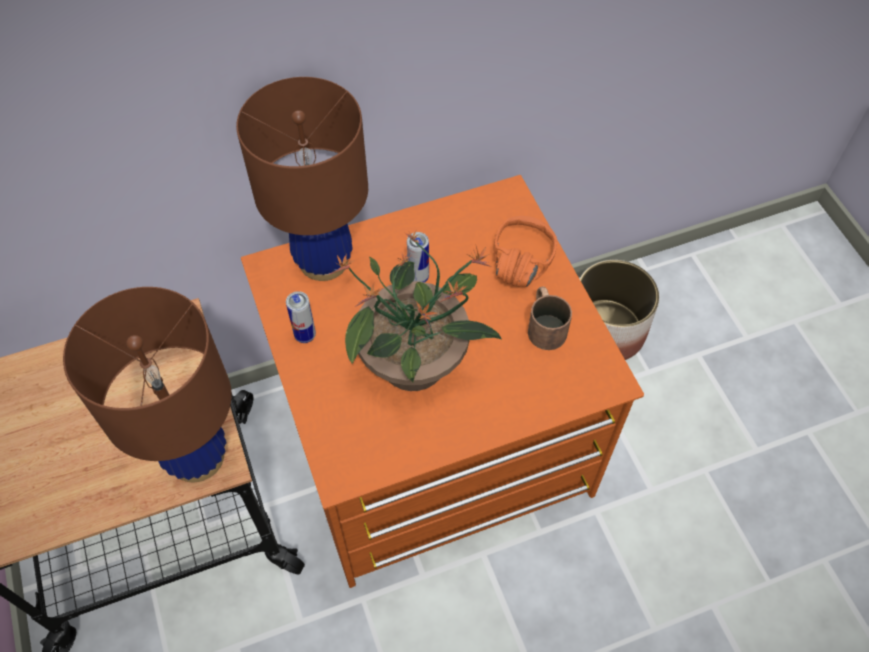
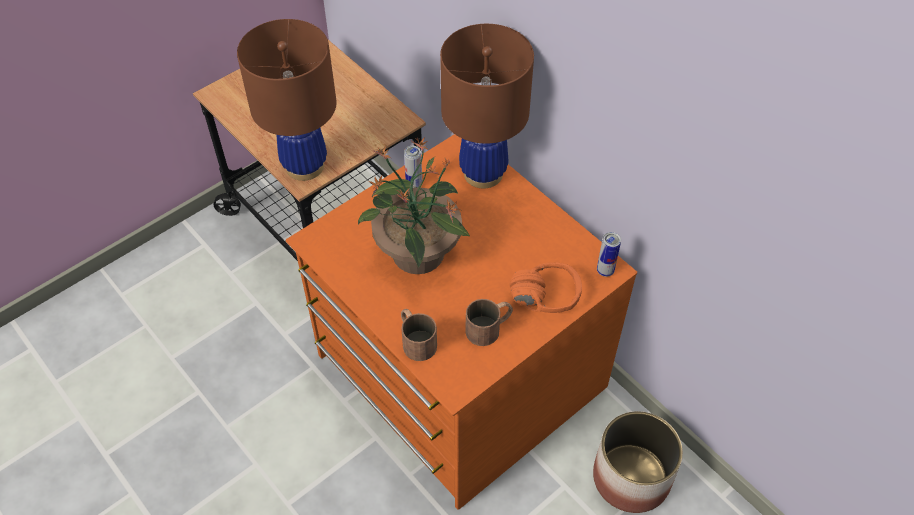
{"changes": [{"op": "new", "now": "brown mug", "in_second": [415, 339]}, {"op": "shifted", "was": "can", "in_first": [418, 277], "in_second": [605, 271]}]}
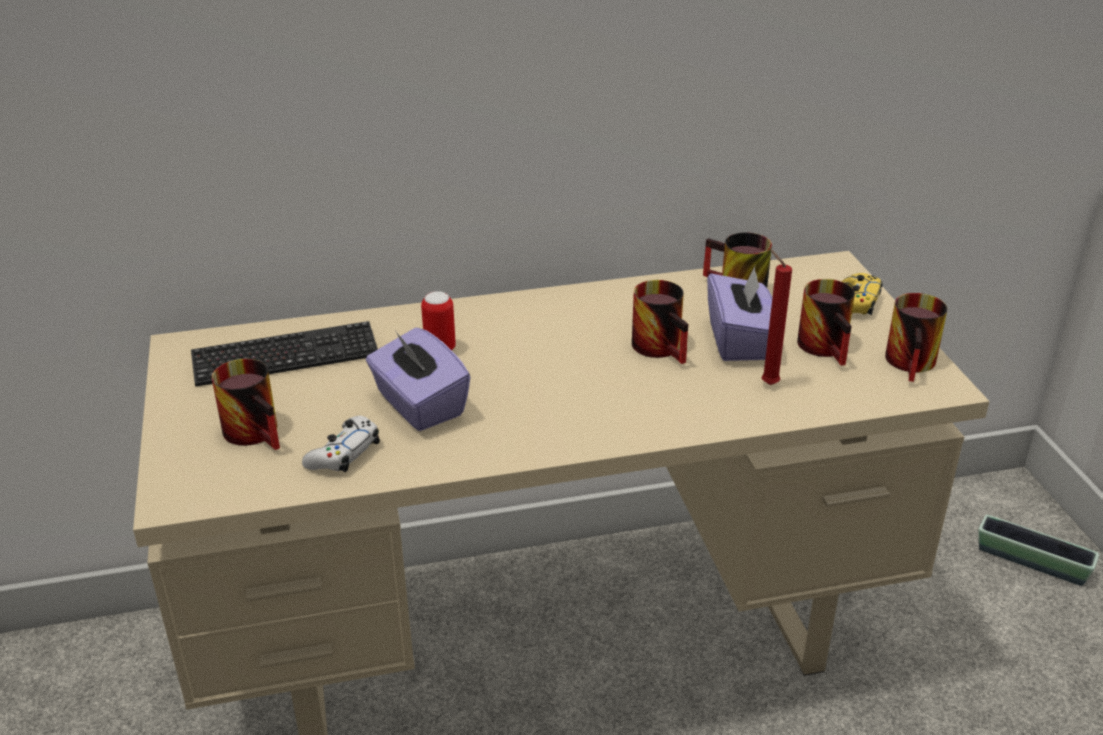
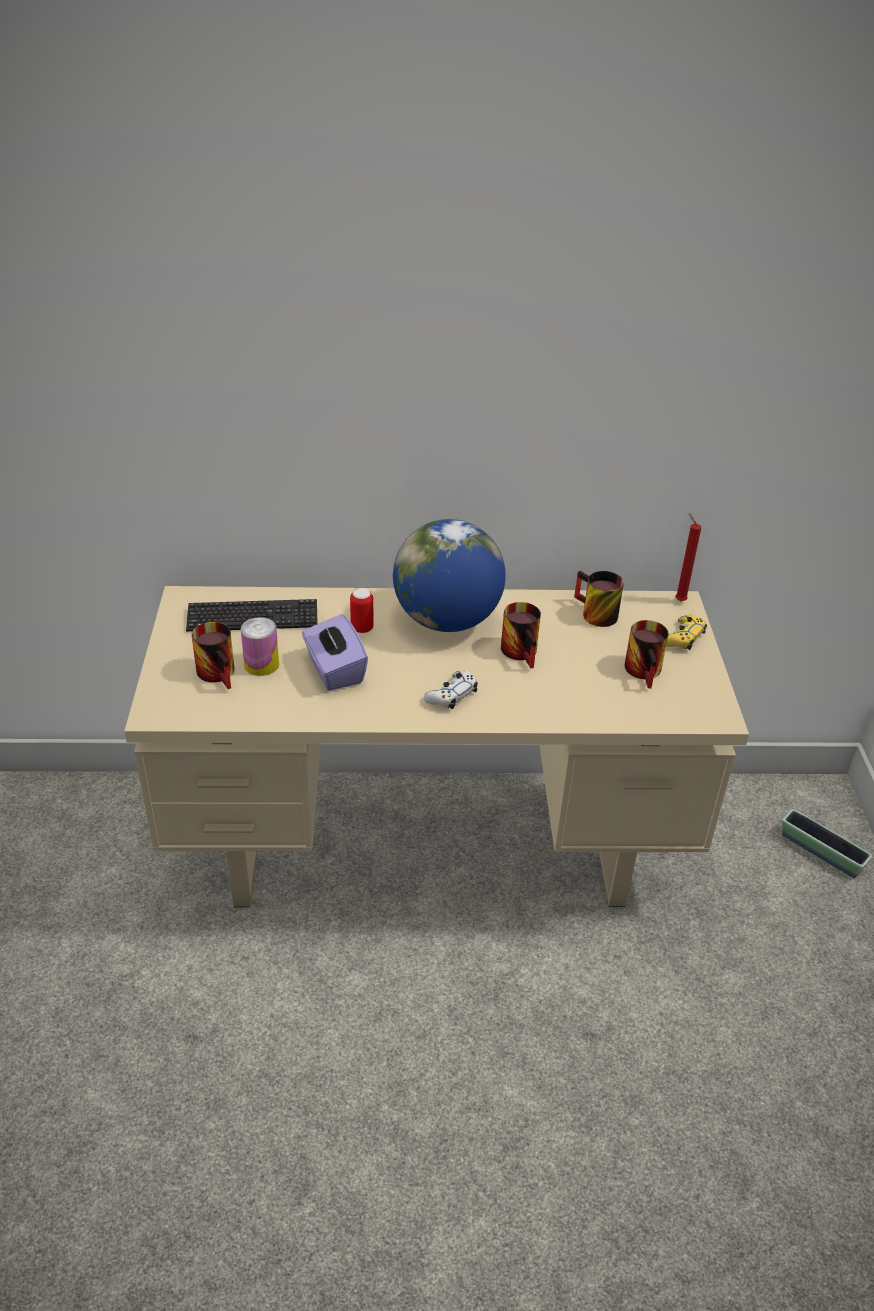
{"changes": [{"op": "new", "now": "can", "in_second": [261, 664]}, {"op": "new", "now": "globe", "in_second": [447, 620]}, {"op": "shifted", "was": "white game controller", "in_first": [344, 453], "in_second": [452, 695]}, {"op": "shifted", "was": "red candle", "in_first": [767, 383], "in_second": [678, 600]}, {"op": "gone", "was": "purple tissue box", "in_first": [740, 341]}, {"op": "gone", "was": "mug", "in_first": [915, 364]}]}
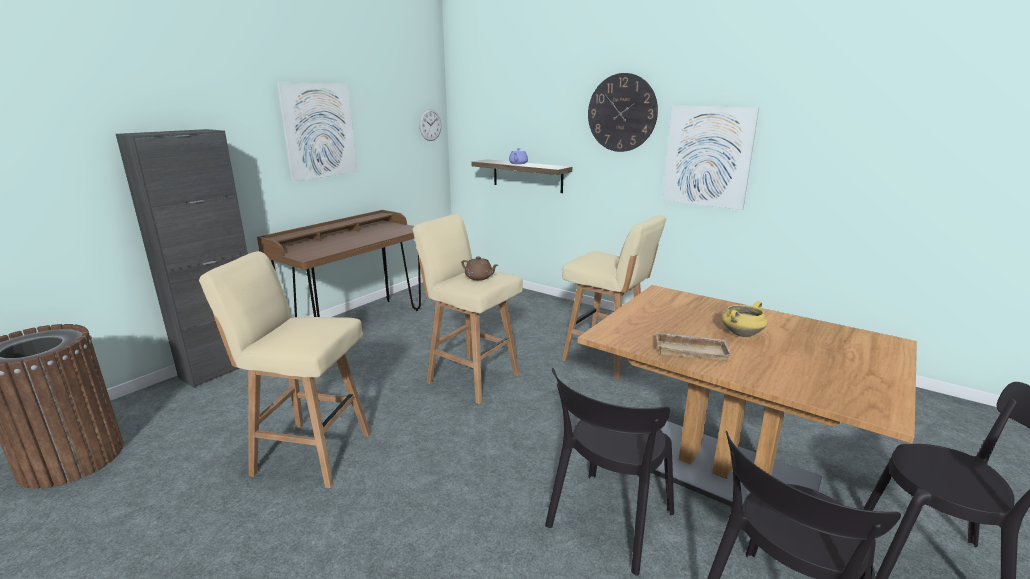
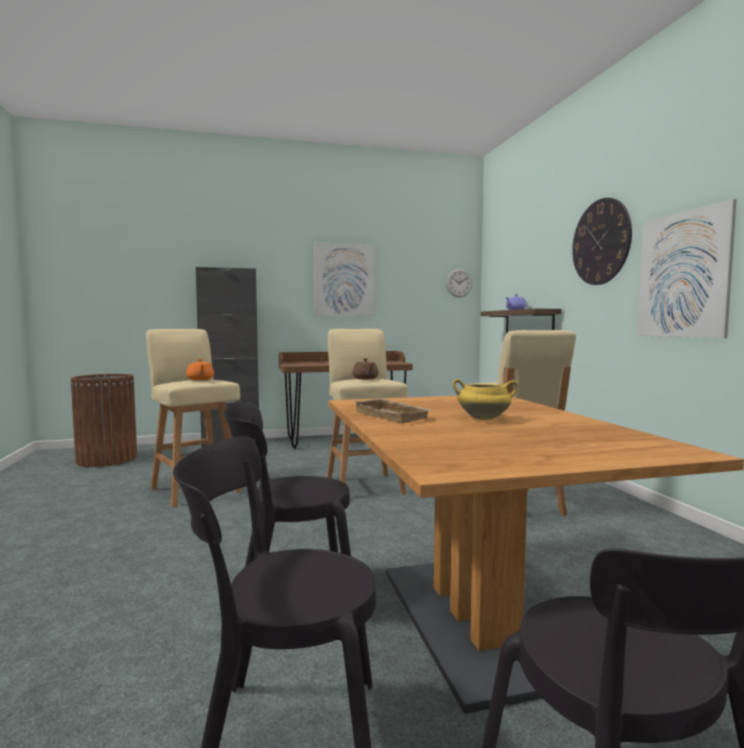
{"changes": [{"op": "new", "now": "orange teapot", "in_second": [200, 379]}]}
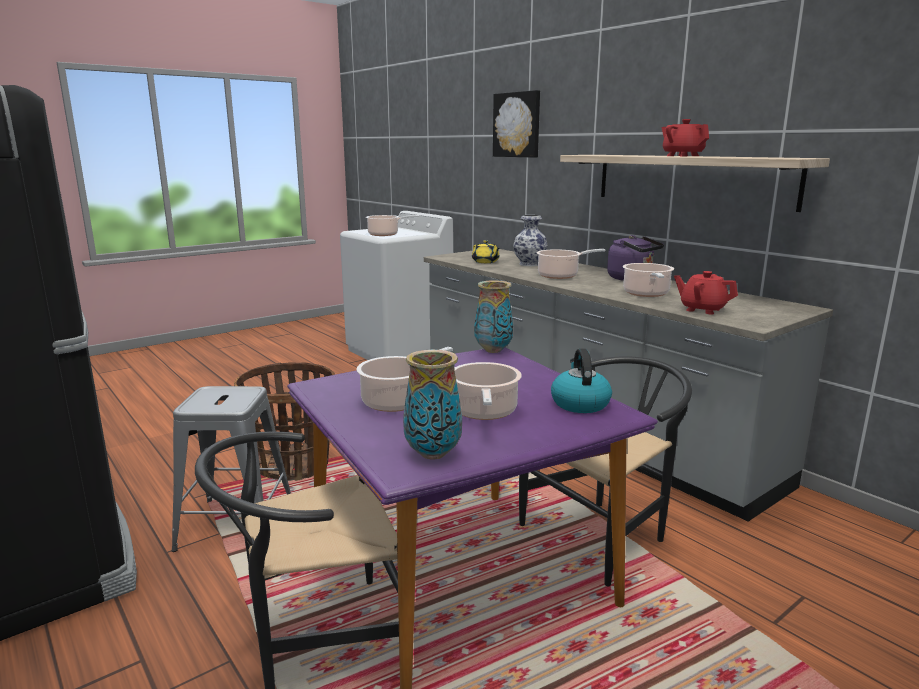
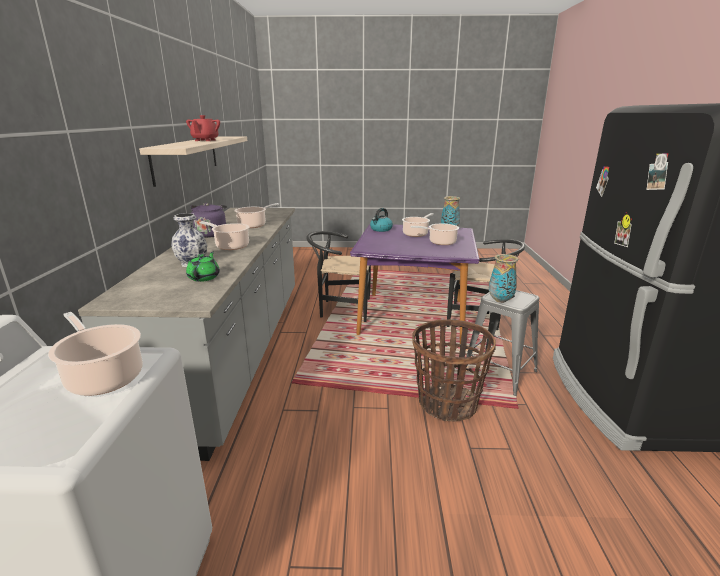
{"changes": [{"op": "repainted", "was": "yellow teapot", "now": "green teapot", "in_first": [485, 262], "in_second": [204, 277]}, {"op": "shifted", "was": "vase", "in_first": [493, 350], "in_second": [500, 300]}, {"op": "gone", "was": "picture", "in_first": [517, 125]}, {"op": "gone", "was": "red teapot", "in_first": [702, 310]}]}
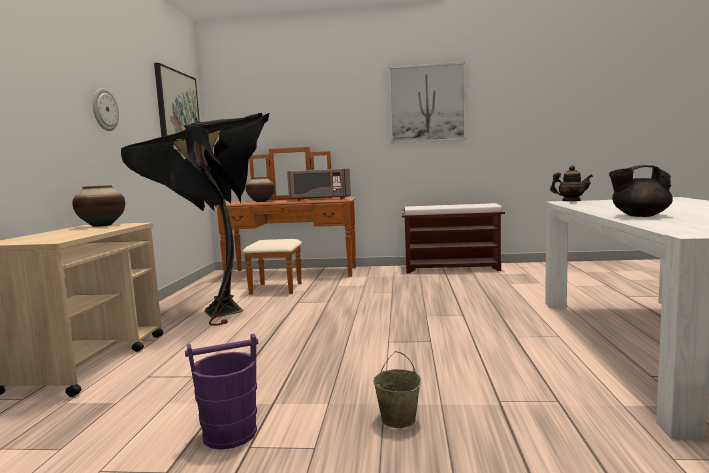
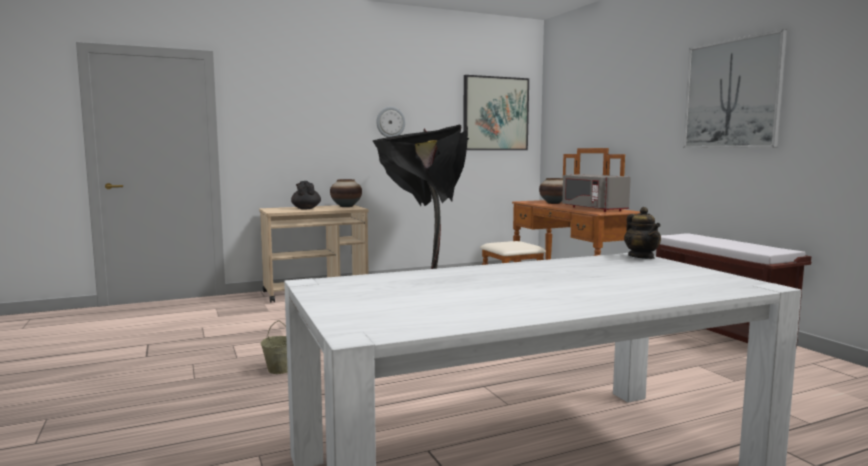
{"changes": [{"op": "shifted", "was": "black teapot", "in_first": [639, 216], "in_second": [306, 209]}, {"op": "gone", "was": "purple bucket", "in_first": [229, 434]}]}
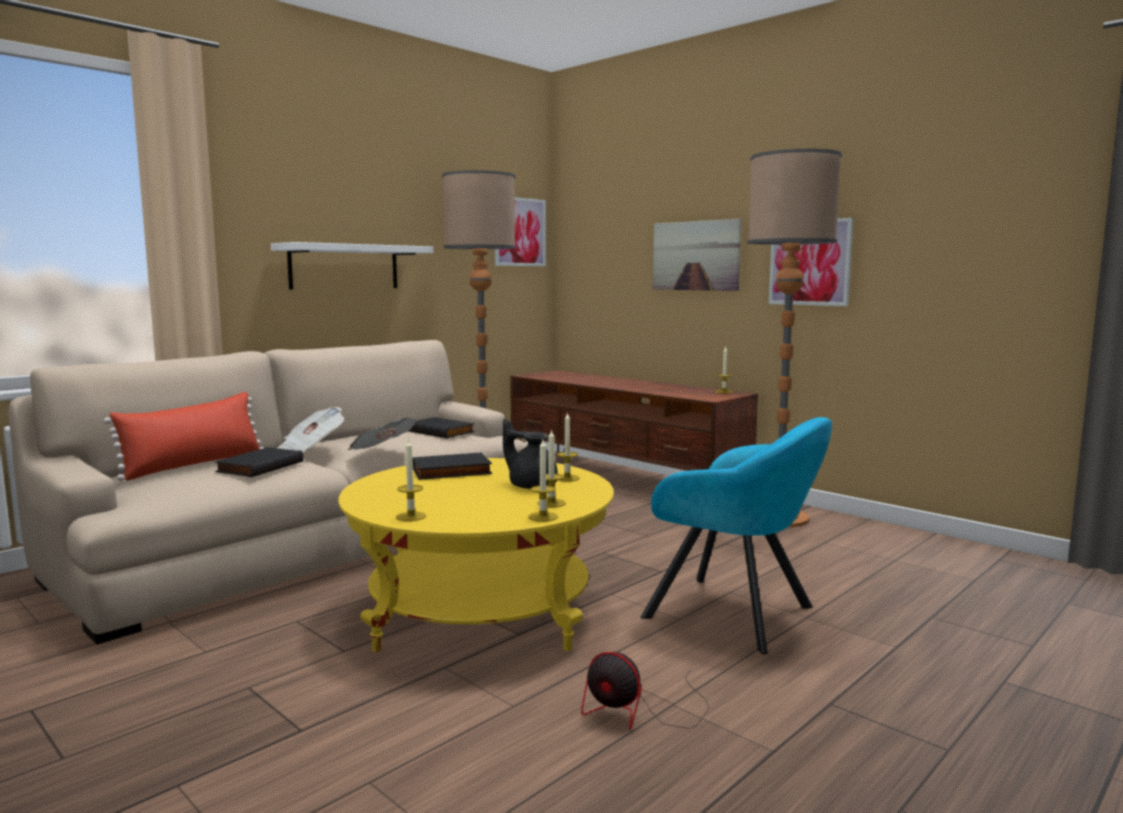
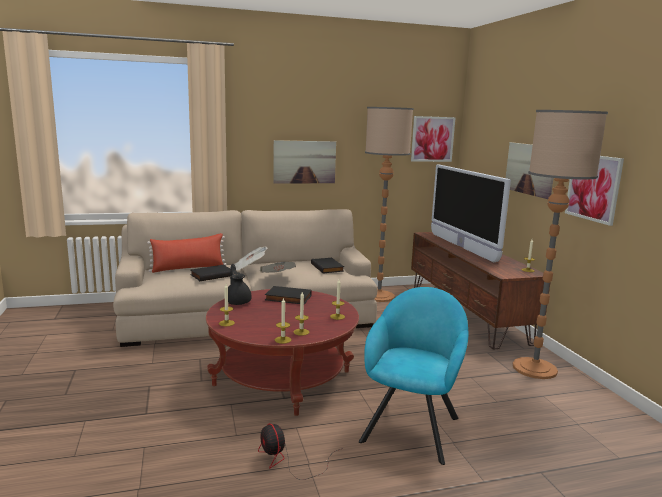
{"changes": [{"op": "repainted", "was": "yellow coffee table", "now": "red coffee table", "in_first": [480, 609], "in_second": [282, 378]}, {"op": "shifted", "was": "black teapot", "in_first": [531, 485], "in_second": [238, 302]}, {"op": "swapped", "was": "white shelf", "now": "picture", "in_first": [344, 267], "in_second": [304, 162]}, {"op": "rotated", "was": "turquoise armchair", "in_first": [737, 614], "in_second": [412, 426], "clockwise": -135}, {"op": "new", "now": "television", "in_second": [461, 247]}]}
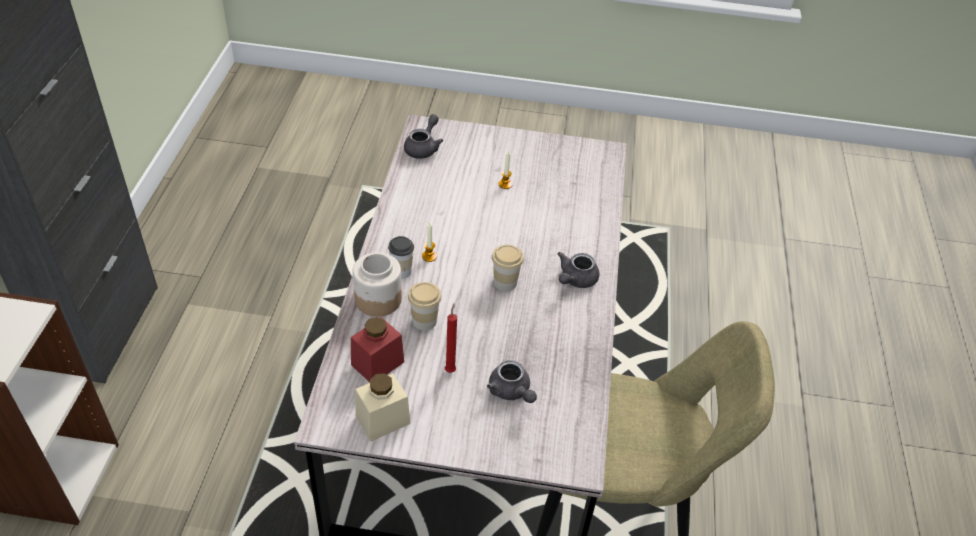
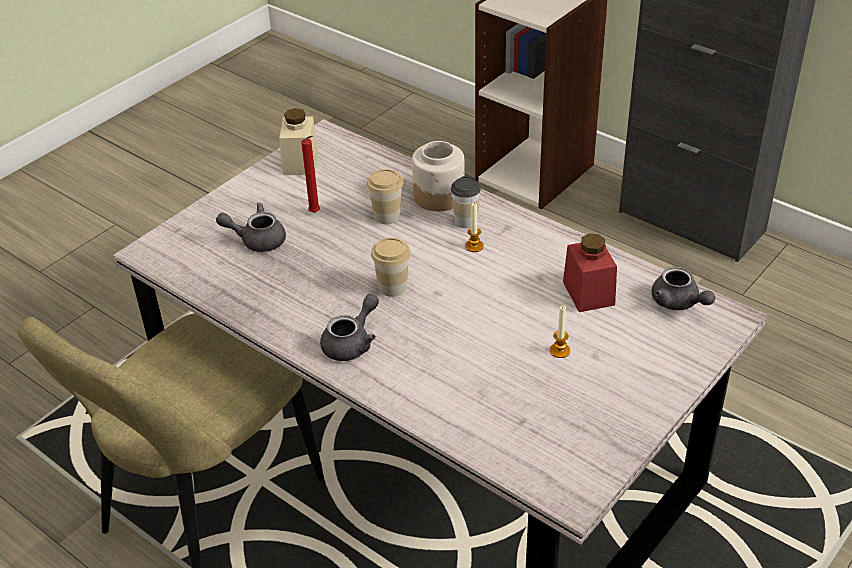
{"changes": [{"op": "rotated", "was": "grey teapot", "in_first": [575, 280], "in_second": [352, 343], "clockwise": 60}, {"op": "shifted", "was": "red jar", "in_first": [377, 363], "in_second": [588, 293]}]}
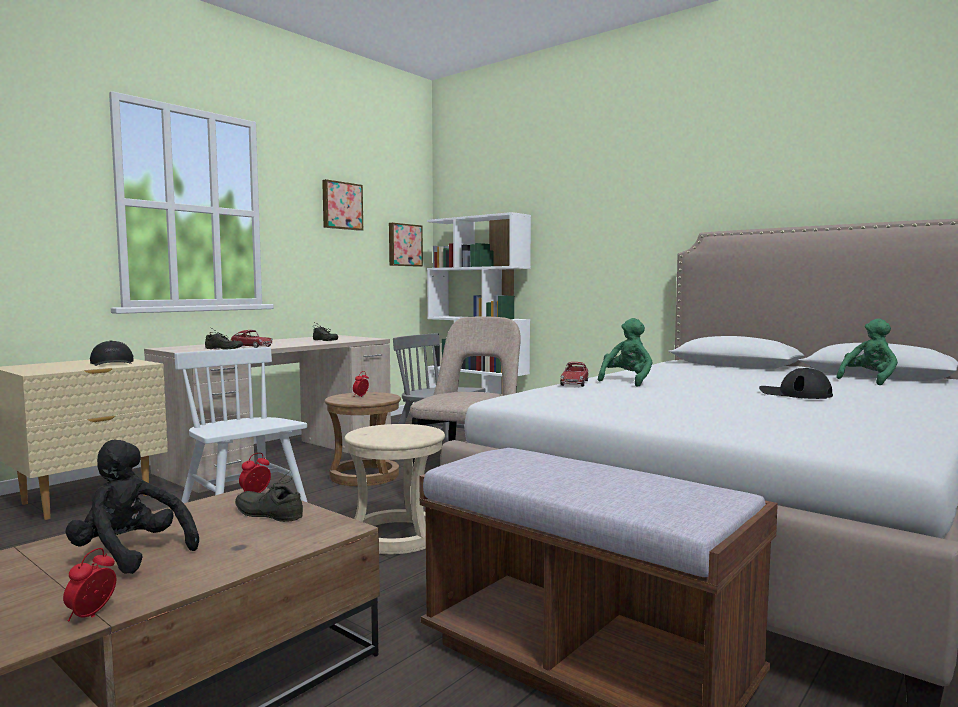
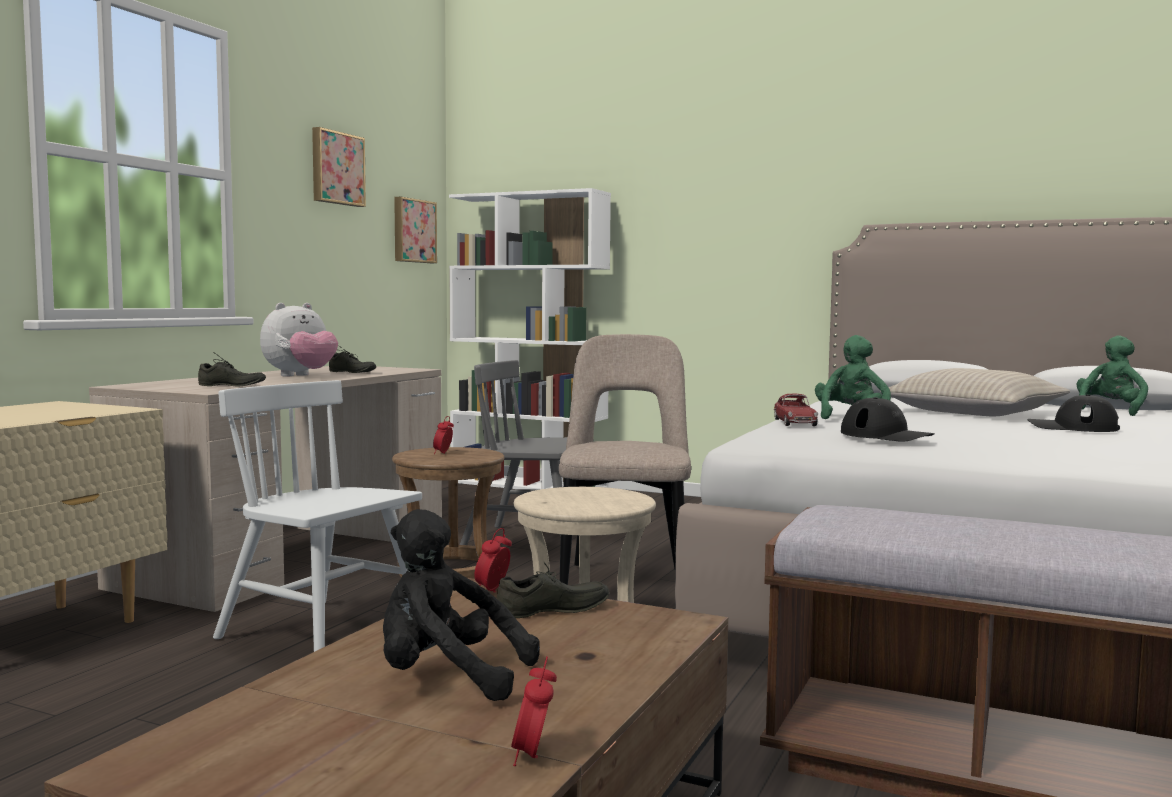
{"changes": [{"op": "new", "now": "plush toy", "in_second": [300, 376]}, {"op": "rotated", "was": "grey shoe", "in_first": [270, 512], "in_second": [554, 611], "clockwise": 150}, {"op": "shifted", "was": "black cap", "in_first": [112, 363], "in_second": [886, 436]}, {"op": "new", "now": "beige pillow", "in_second": [974, 412]}, {"op": "gone", "was": "toy car", "in_first": [251, 346]}]}
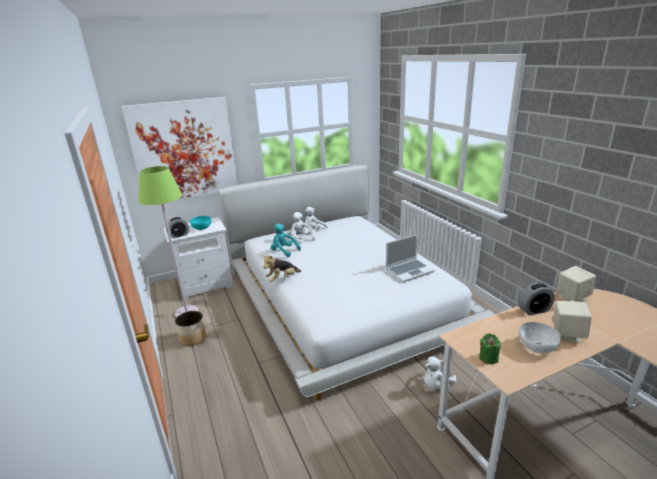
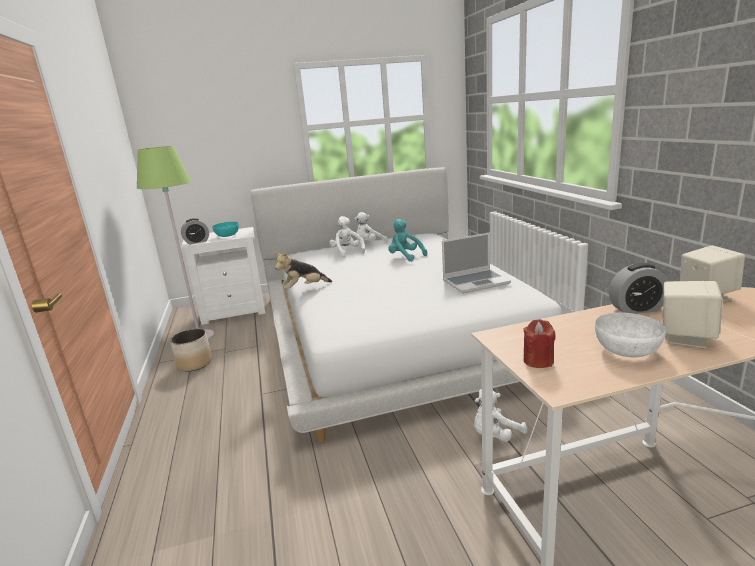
{"changes": [{"op": "shifted", "was": "turquoise plush toy", "in_first": [284, 251], "in_second": [405, 257]}, {"op": "repainted", "was": "green candle", "now": "red candle", "in_first": [488, 358], "in_second": [538, 361]}, {"op": "gone", "was": "picture", "in_first": [184, 150]}]}
